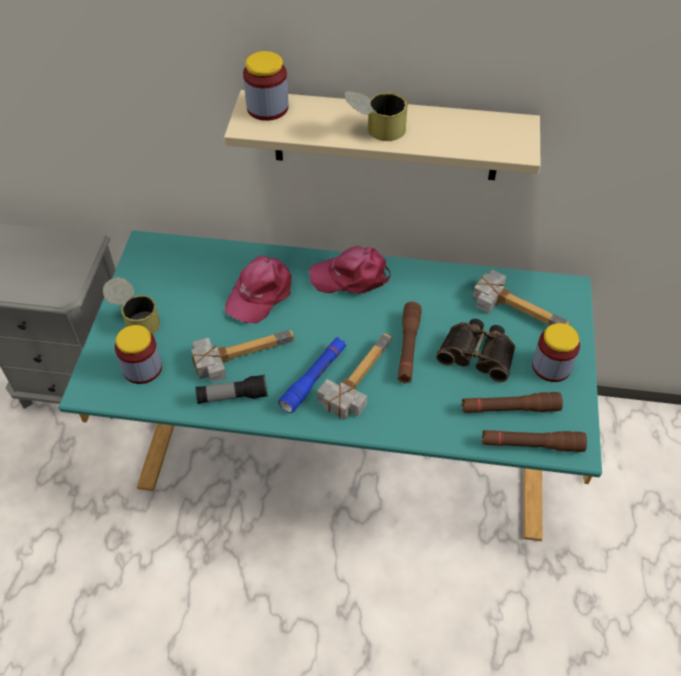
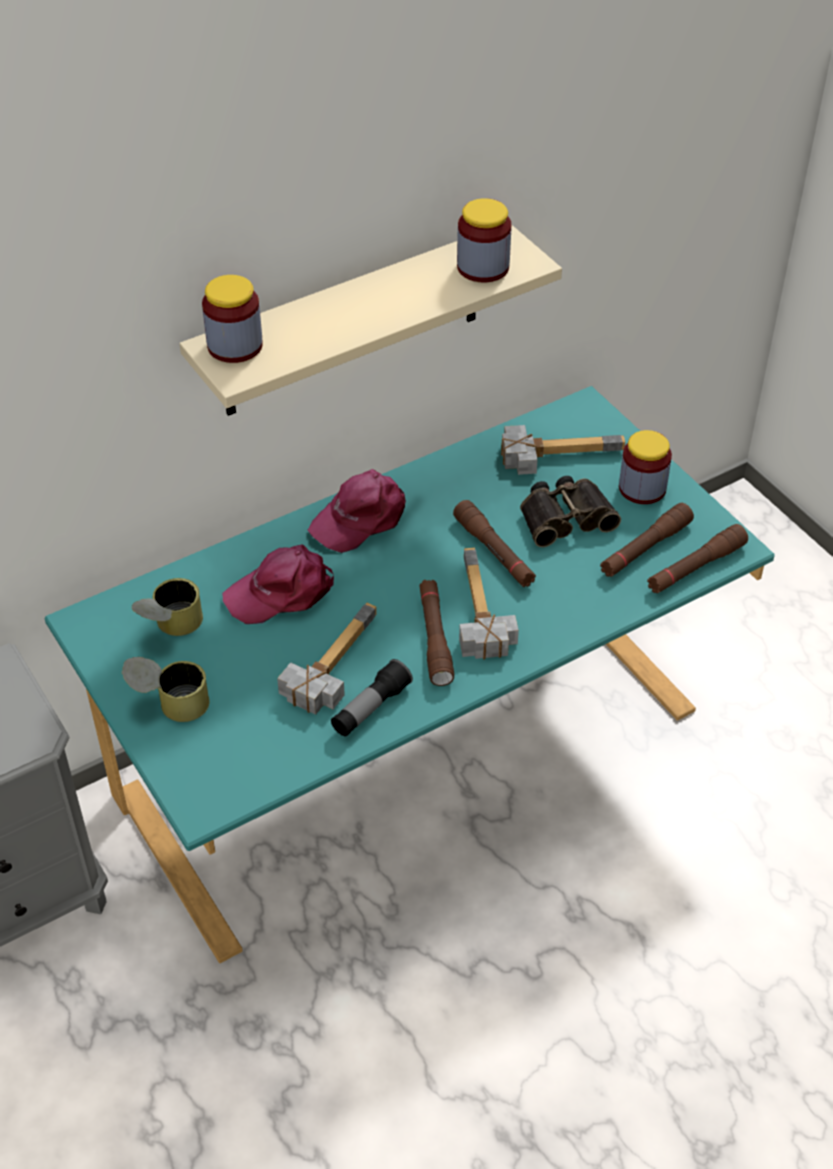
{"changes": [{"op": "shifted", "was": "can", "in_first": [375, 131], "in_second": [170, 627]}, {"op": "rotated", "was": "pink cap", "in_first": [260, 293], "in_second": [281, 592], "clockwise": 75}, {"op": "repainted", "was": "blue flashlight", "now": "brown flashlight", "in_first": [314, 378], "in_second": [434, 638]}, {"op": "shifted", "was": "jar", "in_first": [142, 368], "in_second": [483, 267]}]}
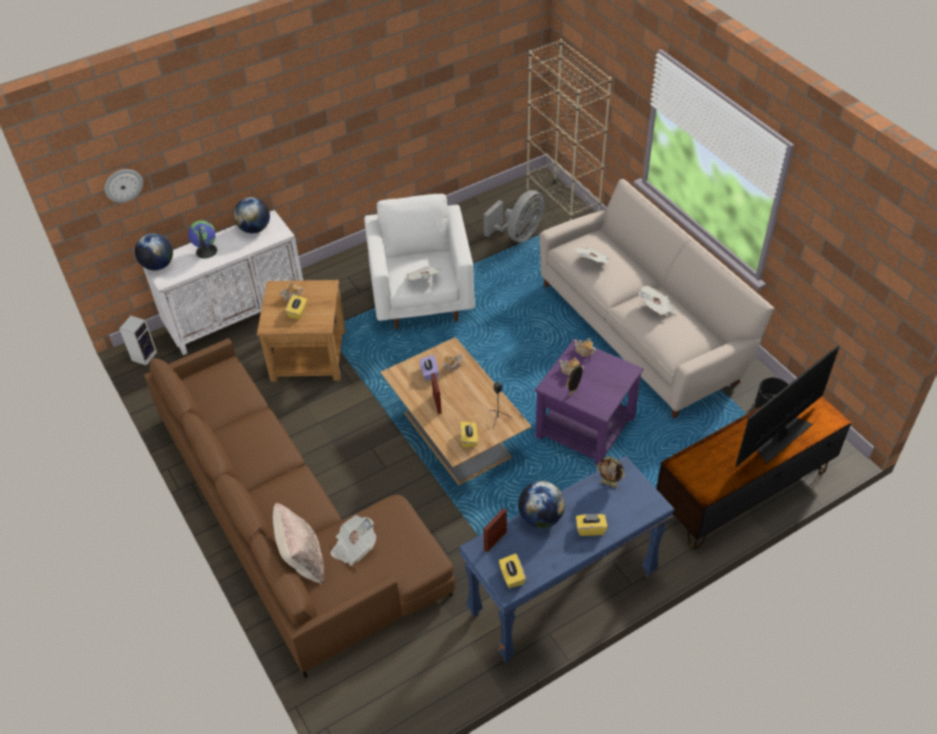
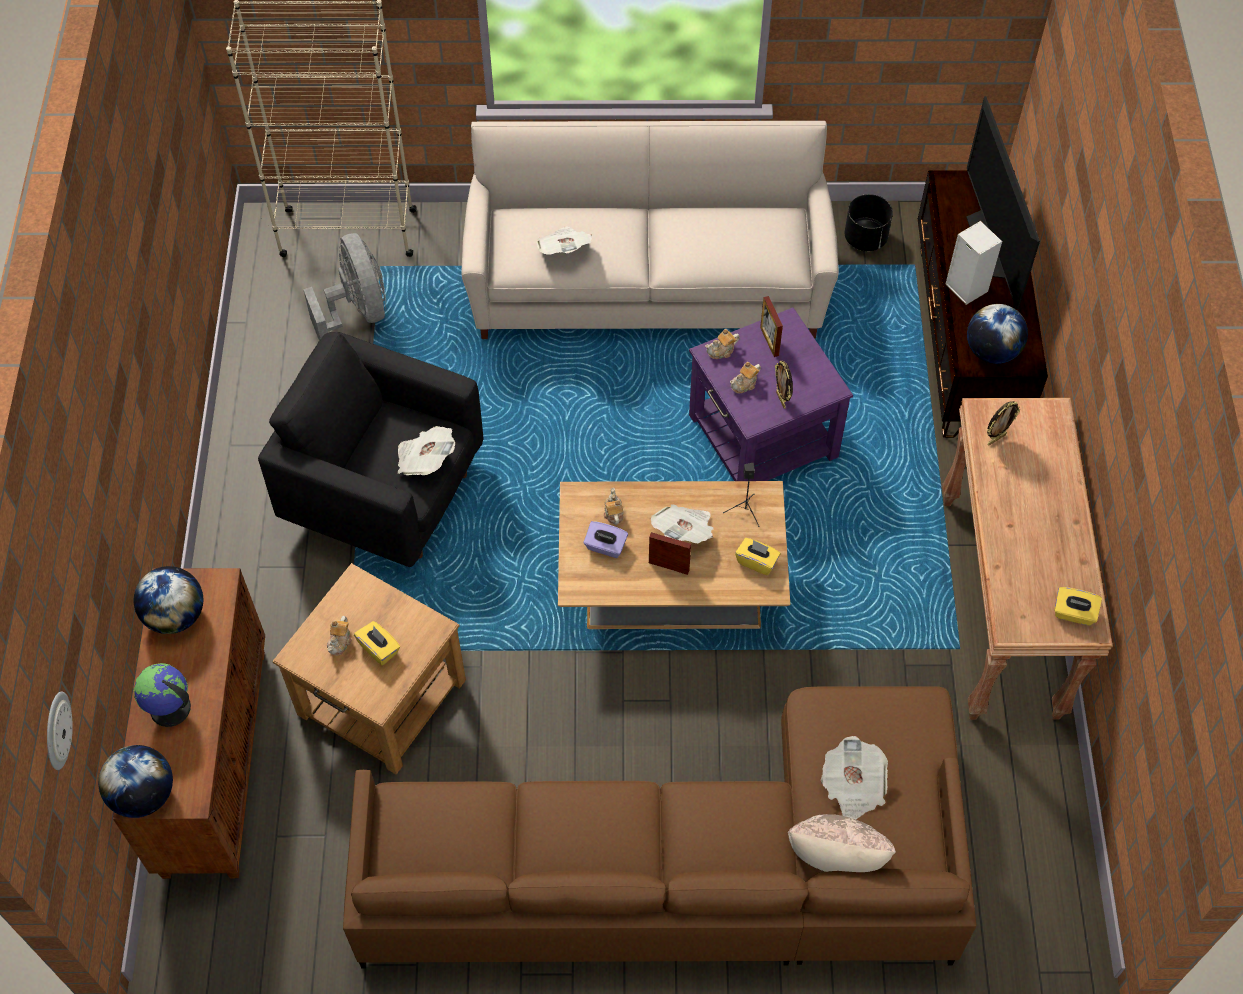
{"changes": [{"op": "repainted", "was": "white cabinet", "now": "brown cabinet", "in_first": [237, 315], "in_second": [214, 760]}, {"op": "repainted", "was": "white armchair", "now": "black armchair", "in_first": [422, 299], "in_second": [387, 495]}, {"op": "shifted", "was": "newspaper", "in_first": [657, 309], "in_second": [684, 532]}, {"op": "shifted", "was": "picture frame", "in_first": [495, 541], "in_second": [769, 341]}, {"op": "repainted", "was": "blue console table", "now": "brown console table", "in_first": [562, 596], "in_second": [1001, 607]}, {"op": "shifted", "was": "speaker", "in_first": [144, 355], "in_second": [965, 287]}, {"op": "shifted", "was": "globe", "in_first": [540, 517], "in_second": [991, 351]}, {"op": "gone", "was": "yellow tissue box", "in_first": [590, 529]}]}
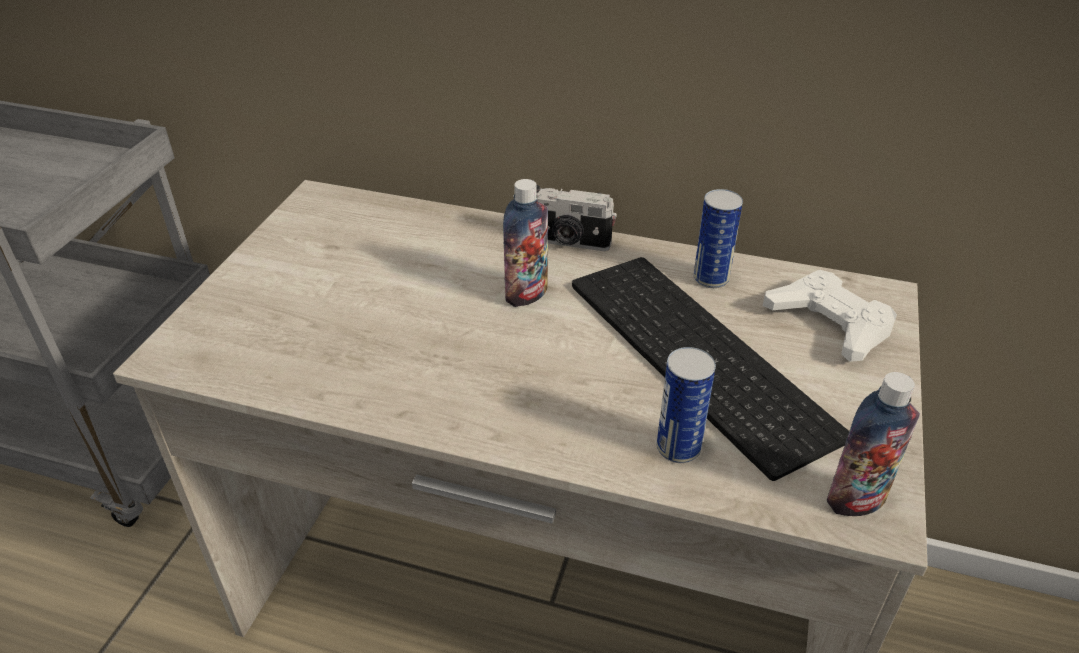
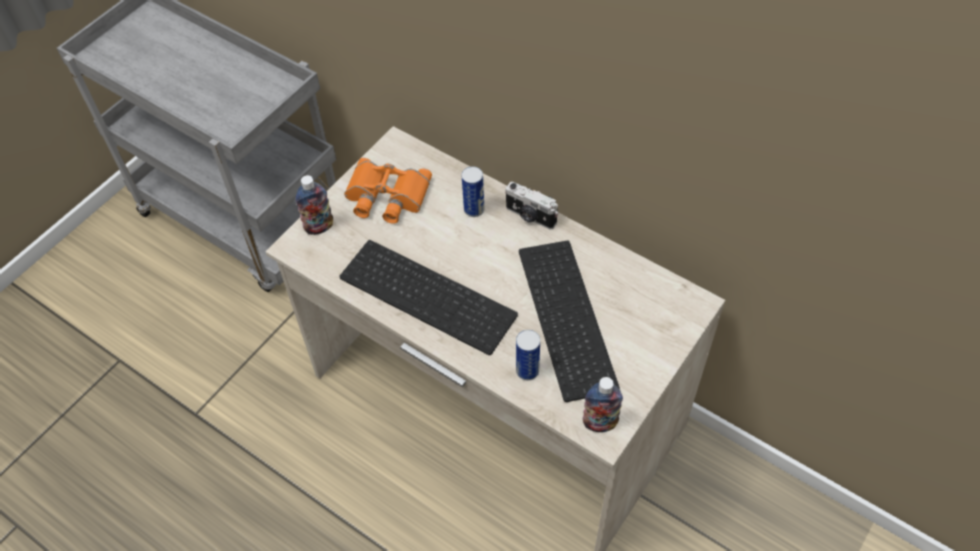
{"changes": [{"op": "shifted", "was": "bottle", "in_first": [526, 294], "in_second": [319, 227]}, {"op": "new", "now": "keyboard", "in_second": [431, 294]}, {"op": "new", "now": "orange binoculars", "in_second": [386, 196]}, {"op": "shifted", "was": "can", "in_first": [711, 278], "in_second": [474, 209]}, {"op": "gone", "was": "white game controller", "in_first": [830, 323]}]}
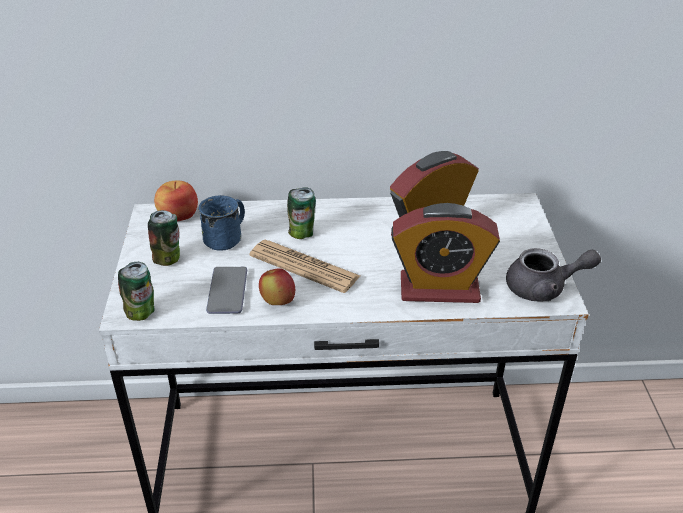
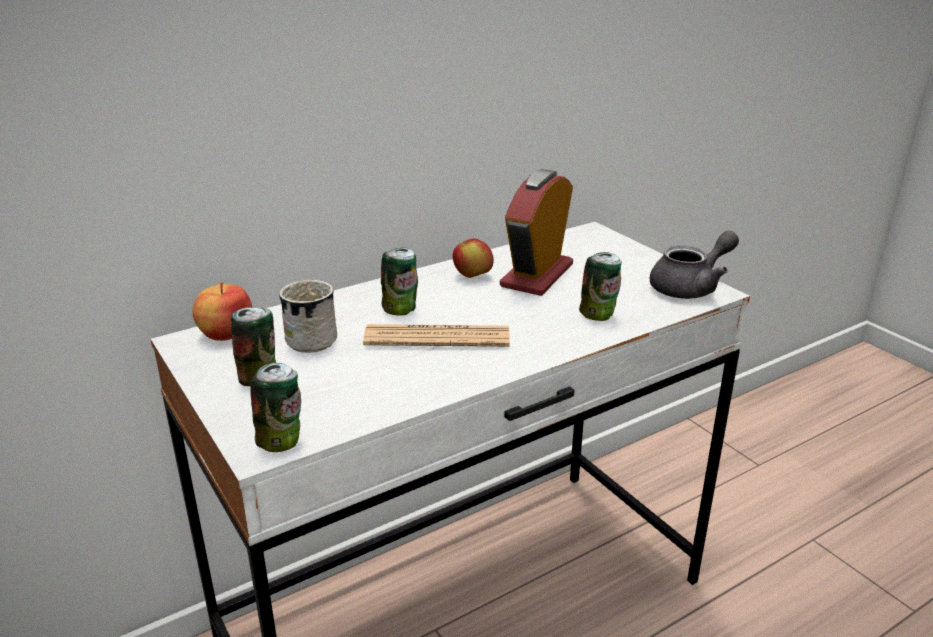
{"changes": [{"op": "repainted", "was": "blue mug", "now": "white mug", "in_first": [227, 237], "in_second": [315, 337]}, {"op": "shifted", "was": "apple", "in_first": [277, 301], "in_second": [473, 276]}, {"op": "swapped", "was": "alarm clock", "now": "can", "in_first": [439, 289], "in_second": [599, 315]}, {"op": "gone", "was": "phone", "in_first": [227, 291]}]}
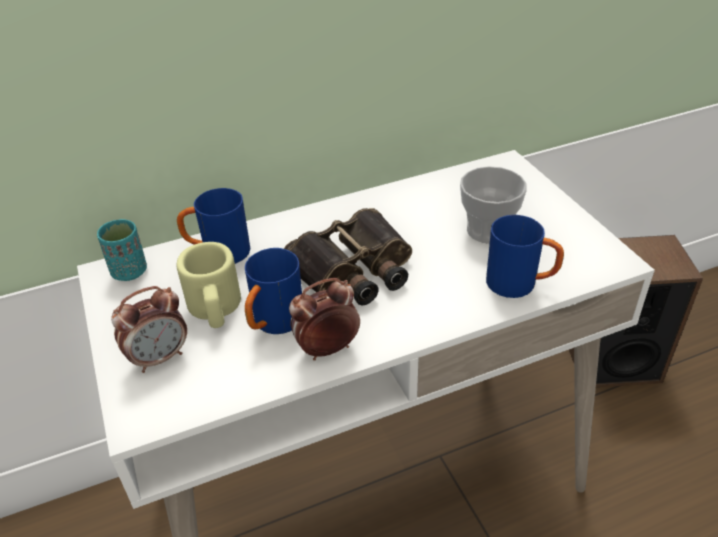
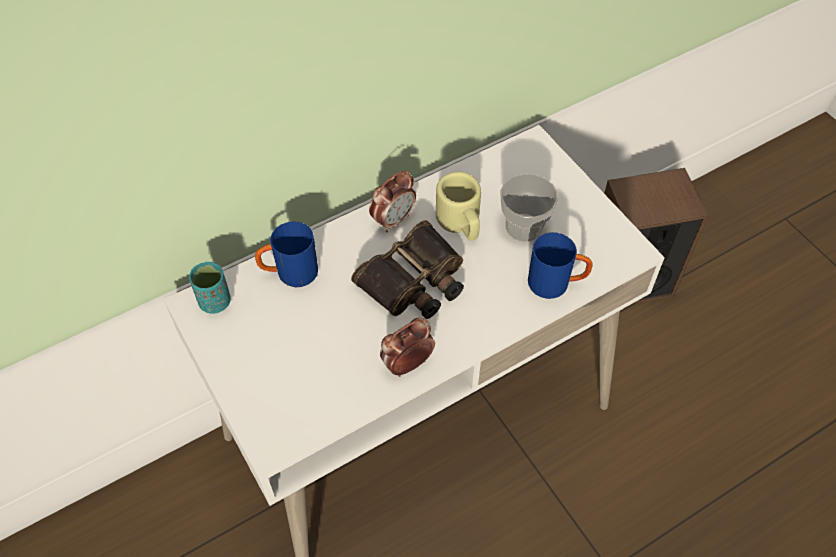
{"changes": [{"op": "shifted", "was": "alarm clock", "in_first": [160, 357], "in_second": [393, 220]}, {"op": "shifted", "was": "beige mug", "in_first": [215, 309], "in_second": [461, 223]}, {"op": "gone", "was": "blue mug", "in_first": [274, 324]}]}
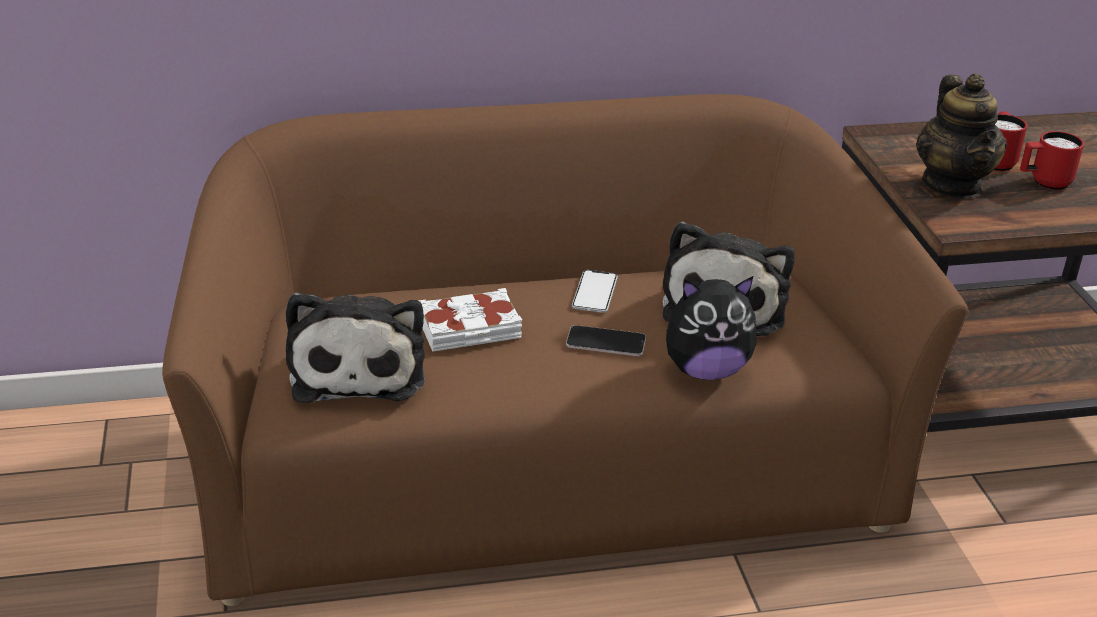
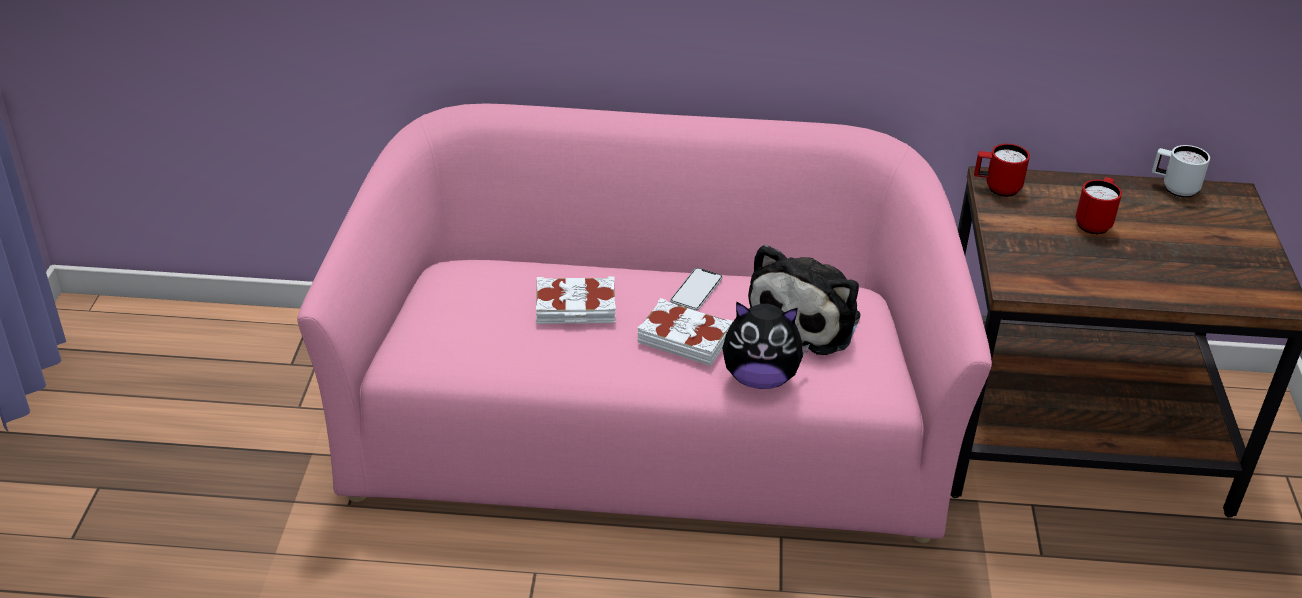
{"changes": [{"op": "repainted", "was": "brown sofa", "now": "pink sofa", "in_first": [543, 469], "in_second": [646, 432]}, {"op": "swapped", "was": "phone", "now": "white book", "in_first": [606, 342], "in_second": [685, 338]}, {"op": "shifted", "was": "red mug", "in_first": [1044, 183], "in_second": [996, 188]}, {"op": "new", "now": "white mug", "in_second": [1173, 188]}, {"op": "gone", "was": "plush toy", "in_first": [358, 368]}, {"op": "gone", "was": "teapot", "in_first": [953, 185]}]}
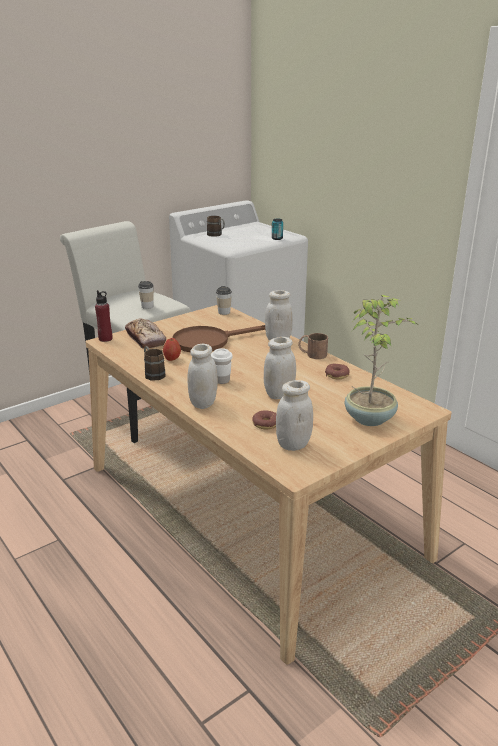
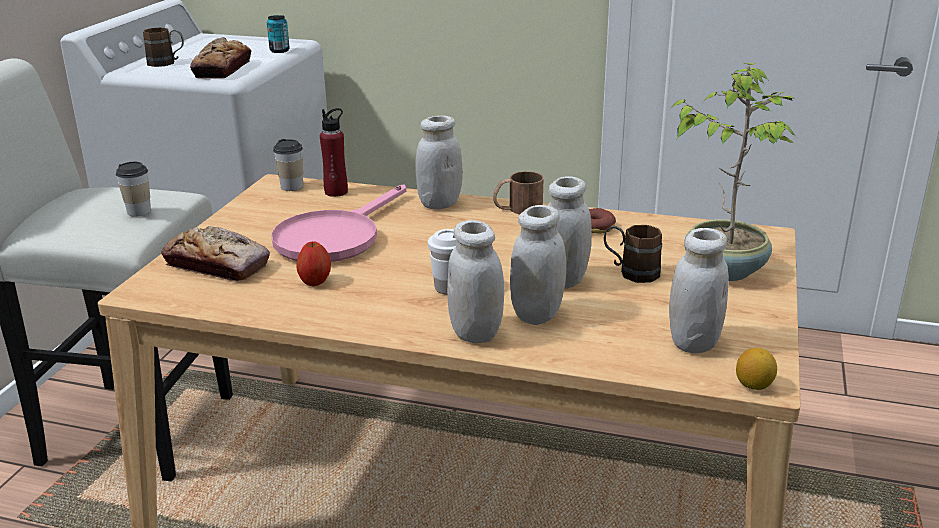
{"changes": [{"op": "new", "now": "bread", "in_second": [222, 69]}, {"op": "repainted", "was": "brown frying pan", "now": "pink frying pan", "in_first": [208, 341], "in_second": [335, 237]}, {"op": "shifted", "was": "red bottle", "in_first": [105, 339], "in_second": [336, 192]}, {"op": "new", "now": "white jar", "in_second": [537, 315]}, {"op": "shifted", "was": "brown mug", "in_first": [153, 373], "in_second": [630, 272]}, {"op": "new", "now": "lemon", "in_second": [754, 385]}, {"op": "gone", "was": "donut", "in_first": [265, 424]}]}
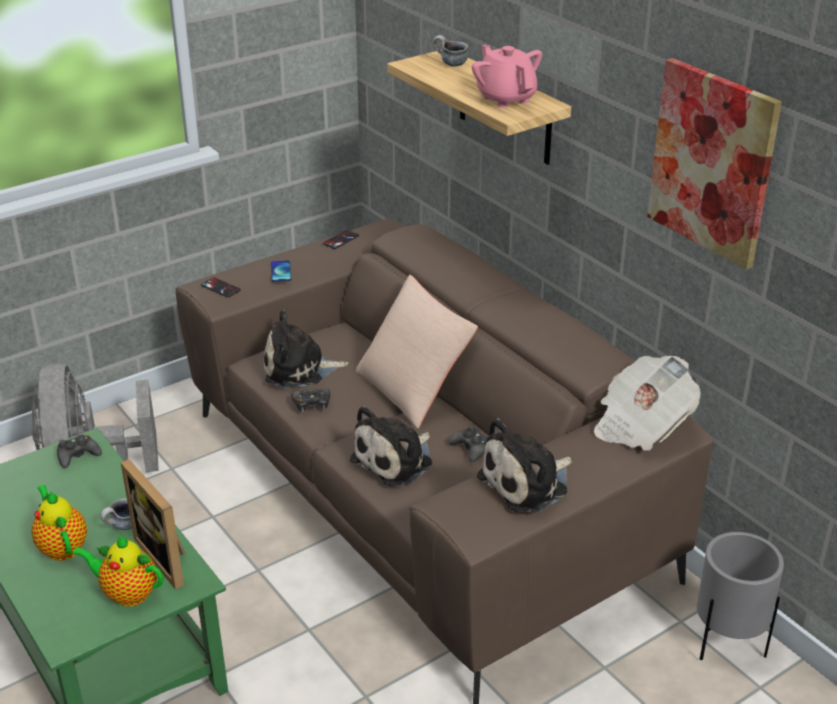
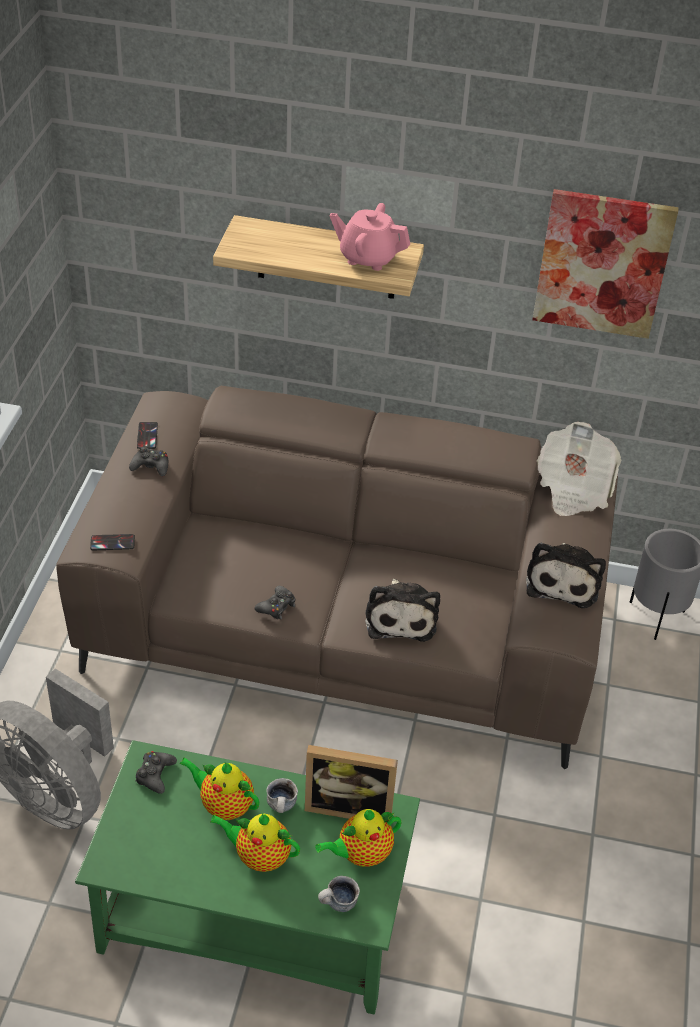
{"changes": [{"op": "shifted", "was": "black game controller", "in_first": [471, 449], "in_second": [151, 466]}, {"op": "new", "now": "teapot", "in_second": [223, 805]}, {"op": "shifted", "was": "mug", "in_first": [450, 64], "in_second": [338, 905]}, {"op": "gone", "was": "plush toy", "in_first": [299, 369]}, {"op": "gone", "was": "phone", "in_first": [281, 272]}, {"op": "gone", "was": "beige pillow", "in_first": [414, 389]}]}
